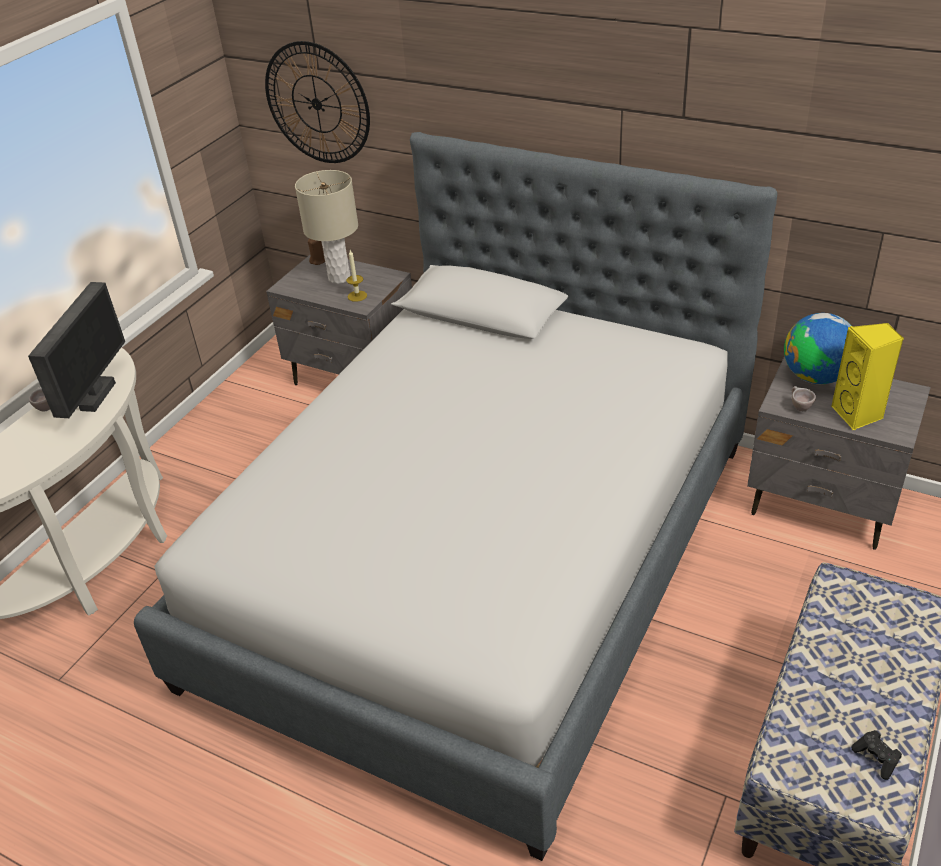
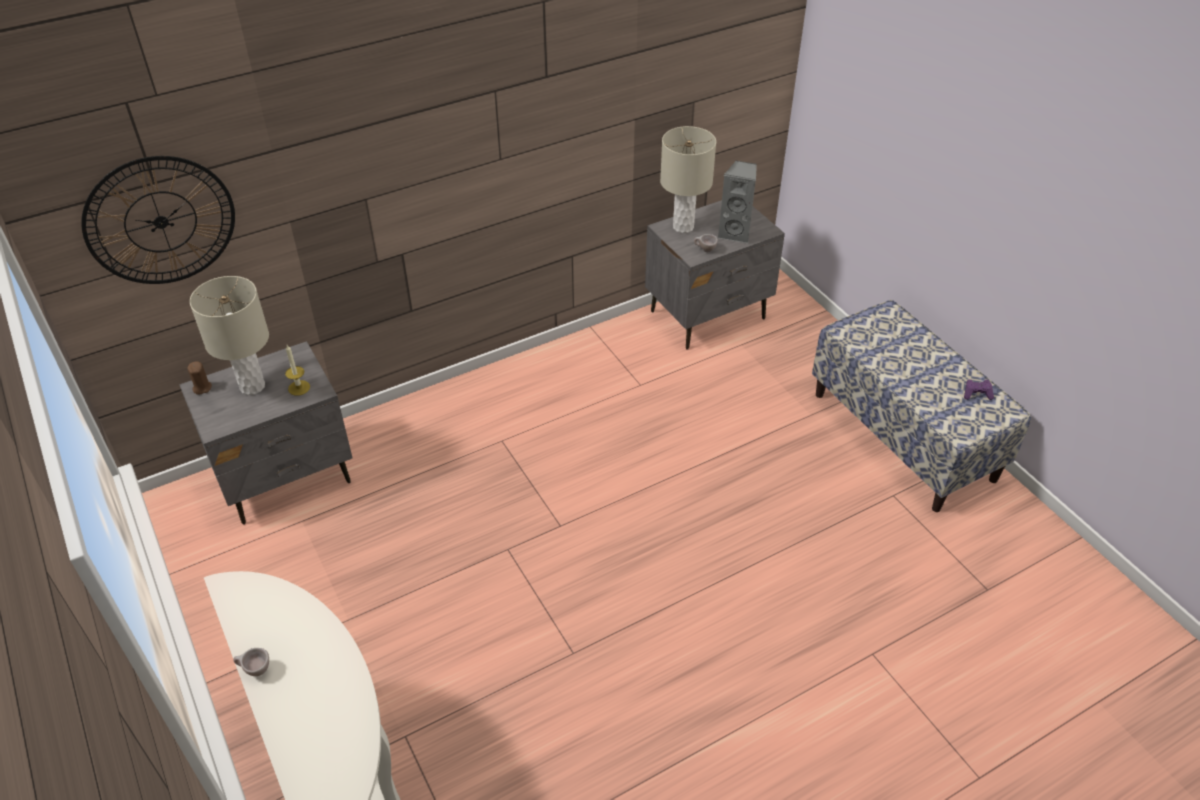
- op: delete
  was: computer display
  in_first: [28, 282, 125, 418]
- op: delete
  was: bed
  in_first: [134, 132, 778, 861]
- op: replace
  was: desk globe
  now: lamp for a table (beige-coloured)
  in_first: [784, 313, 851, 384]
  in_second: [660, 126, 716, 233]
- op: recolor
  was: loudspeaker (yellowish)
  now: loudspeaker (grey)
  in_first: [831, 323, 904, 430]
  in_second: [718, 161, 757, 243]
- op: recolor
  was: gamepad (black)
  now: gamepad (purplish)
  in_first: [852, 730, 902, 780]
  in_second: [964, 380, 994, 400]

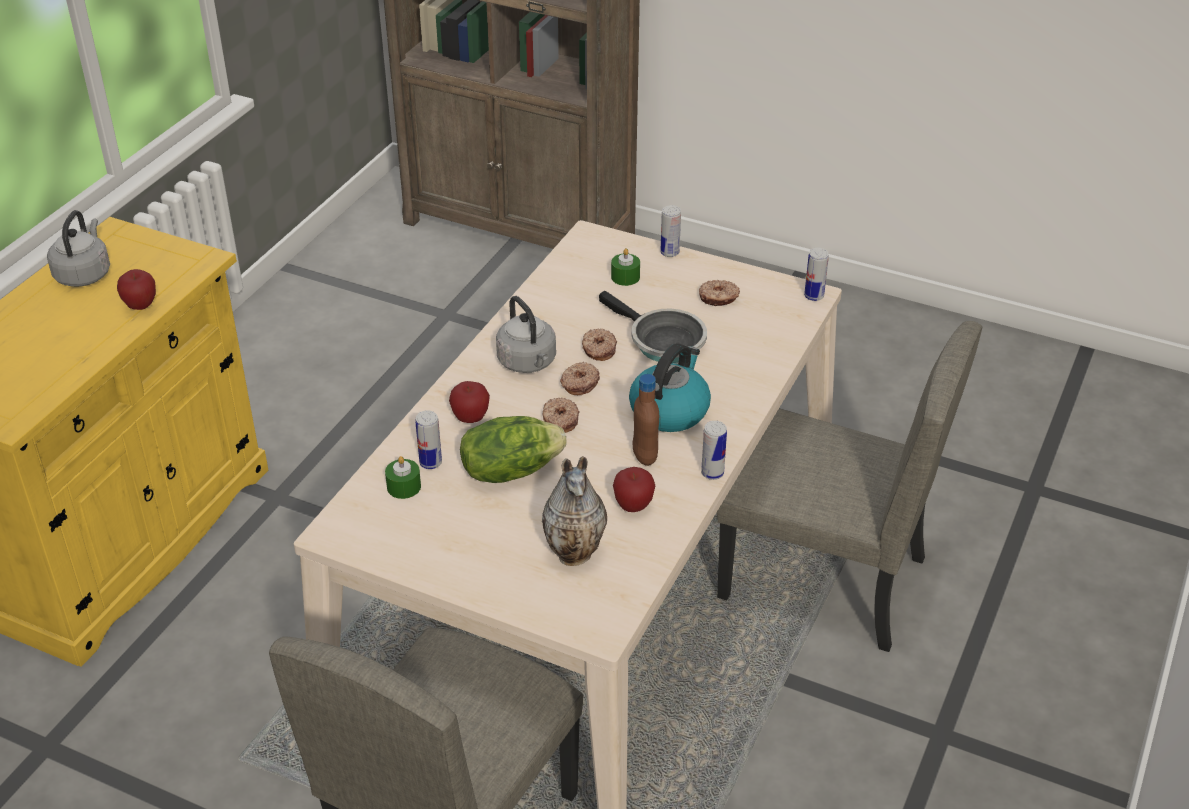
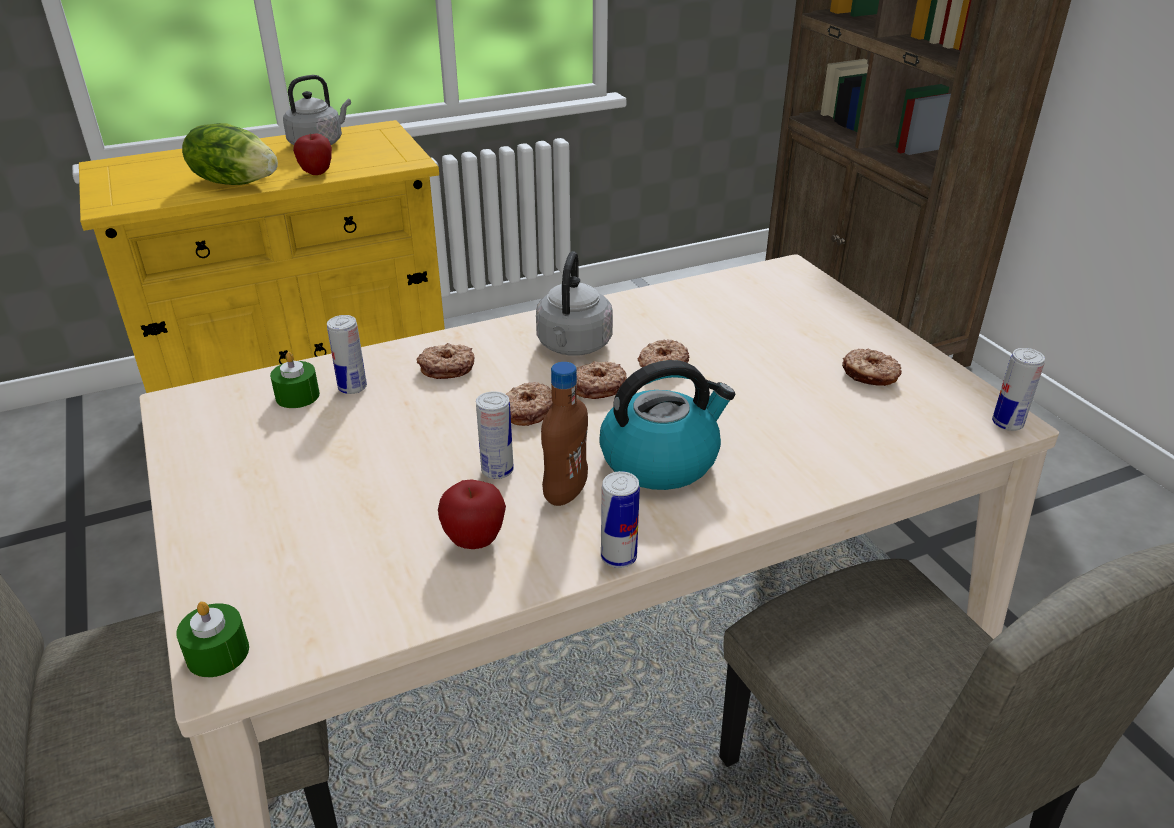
- op: delete
  was: vase
  in_first: [542, 456, 607, 566]
- op: delete
  was: skillet
  in_first: [599, 291, 707, 363]
- op: move
  was: lettuce head
  in_first: [460, 416, 567, 483]
  in_second: [182, 123, 278, 185]
- op: move
  was: wax light (green)
  in_first: [611, 248, 640, 286]
  in_second: [176, 602, 249, 677]
- op: move
  was: can
  in_first: [660, 205, 681, 257]
  in_second: [476, 391, 514, 479]
- op: replace
  was: apple fruit
  now: ring doughnut
  in_first: [449, 381, 490, 423]
  in_second: [416, 343, 474, 379]

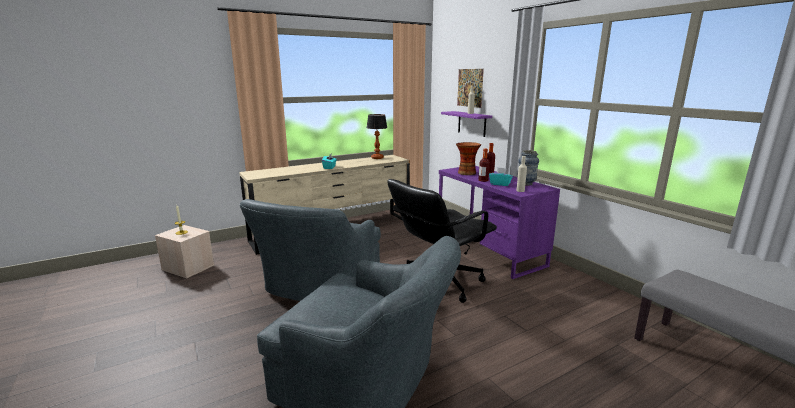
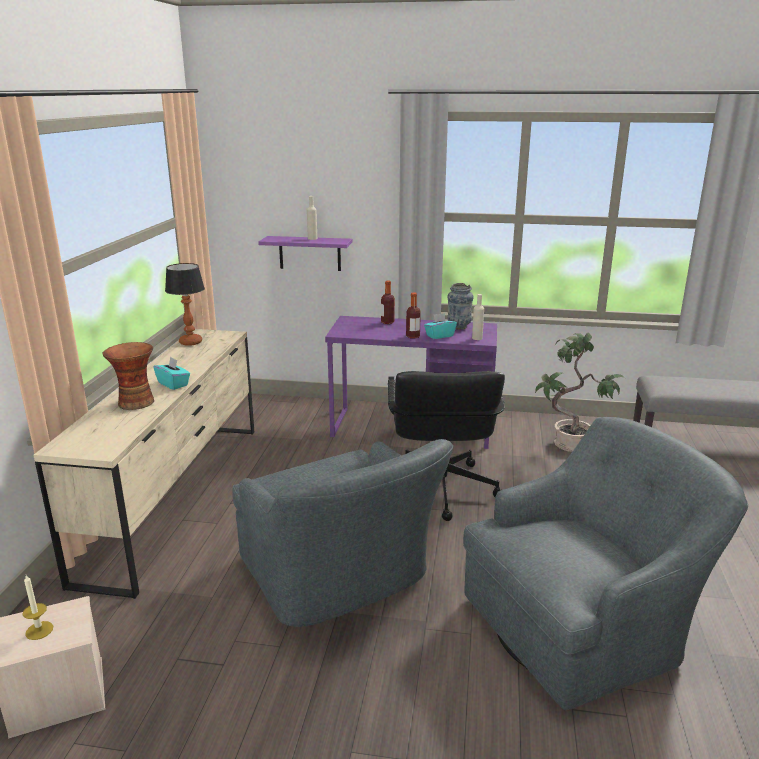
- op: delete
  was: picture
  in_first: [457, 69, 484, 108]
- op: insert
  now: potted plant
  in_second: [535, 332, 625, 452]
- op: move
  was: vase
  in_first: [456, 142, 481, 175]
  in_second: [102, 342, 154, 410]

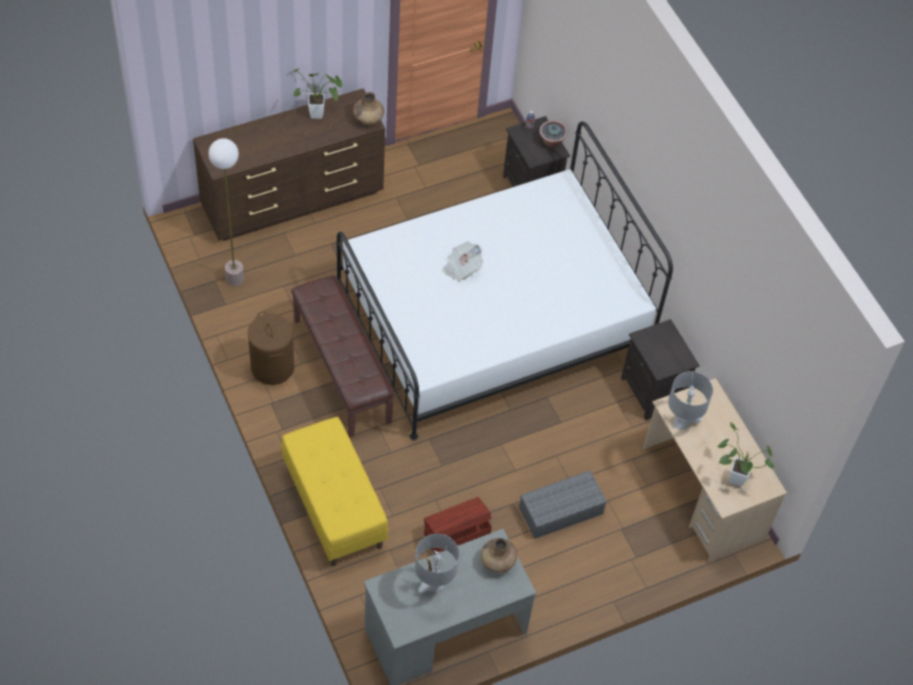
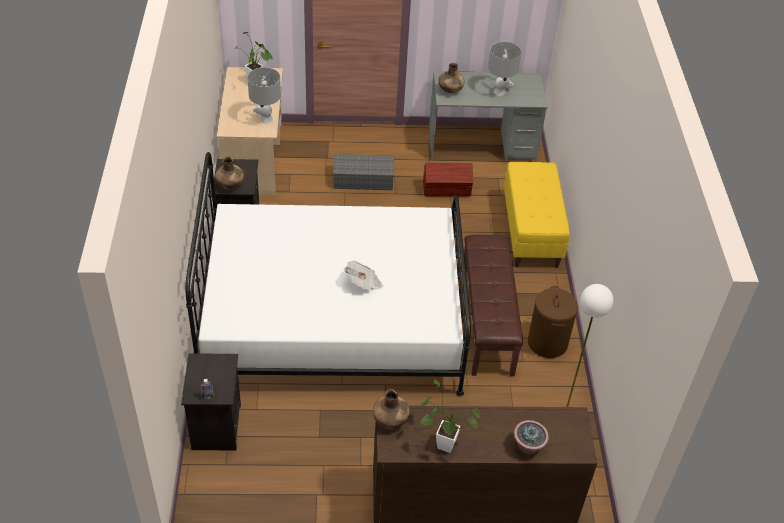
- op: insert
  now: vase (brownish)
  in_second: [215, 156, 244, 189]
- op: move
  was: potted plant
  in_first: [539, 120, 568, 148]
  in_second: [514, 420, 549, 454]

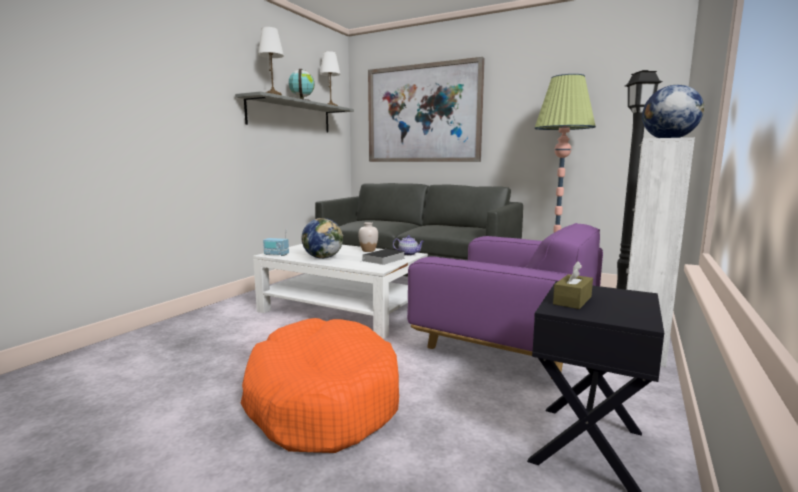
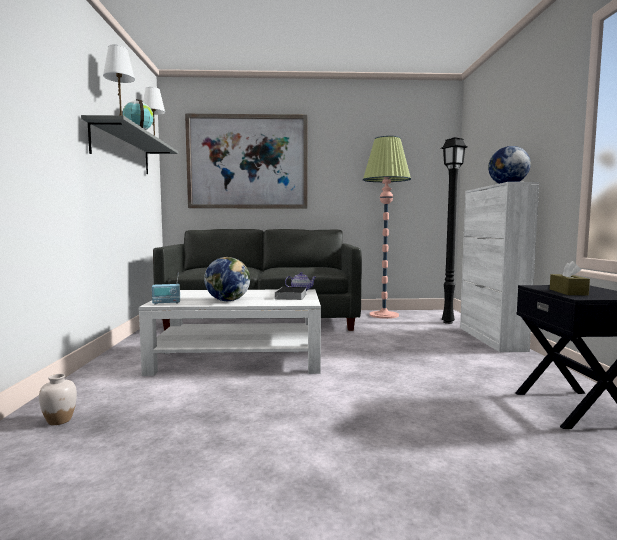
- op: delete
  was: dog cushion (orange)
  in_first: [241, 318, 399, 453]
- op: delete
  was: armchair (purplish)
  in_first: [407, 223, 603, 379]
- op: move
  was: vase (white-coloured)
  in_first: [358, 222, 378, 252]
  in_second: [39, 374, 77, 425]

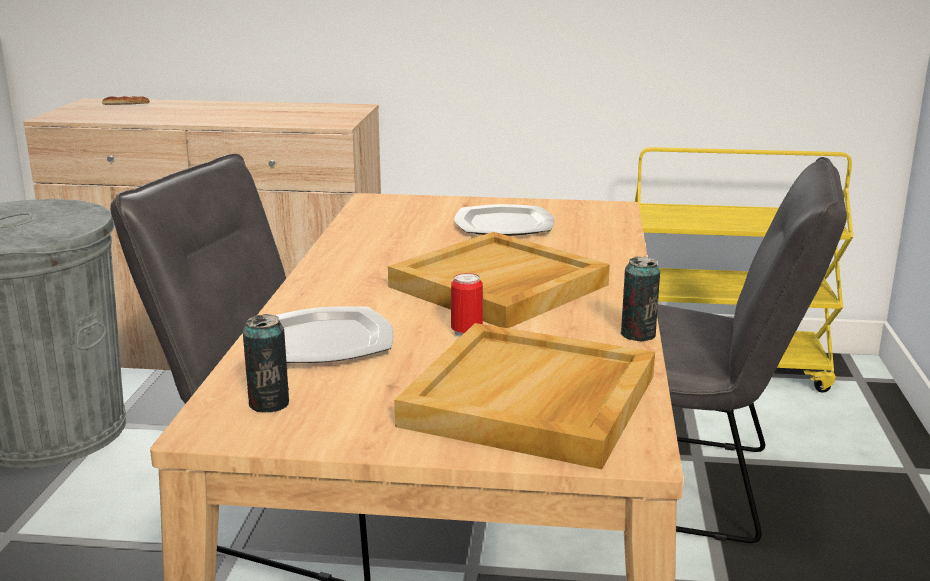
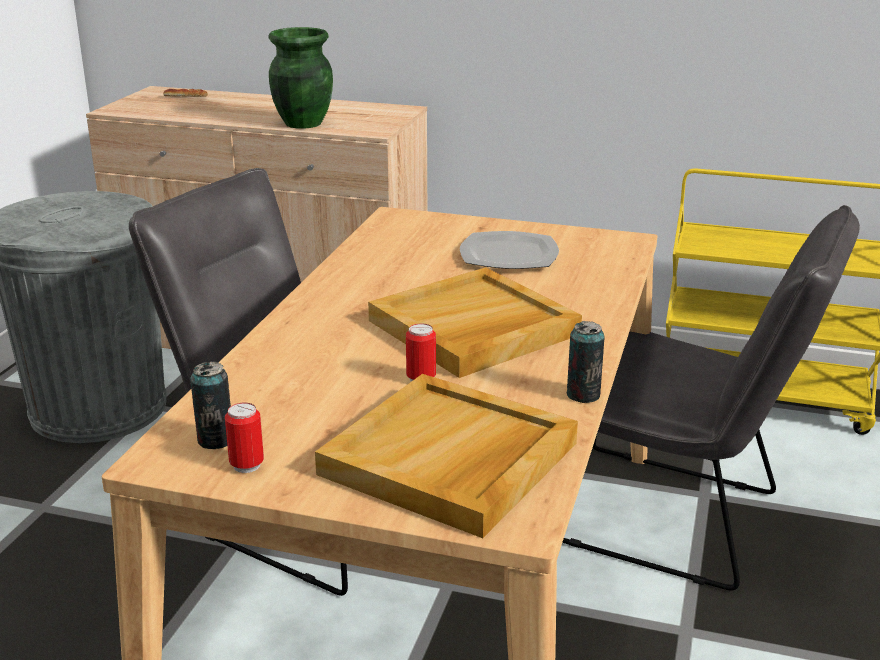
- op: delete
  was: flat dish
  in_first: [275, 307, 394, 363]
- op: insert
  now: can
  in_second: [225, 403, 264, 473]
- op: insert
  now: vase (green)
  in_second: [268, 27, 333, 129]

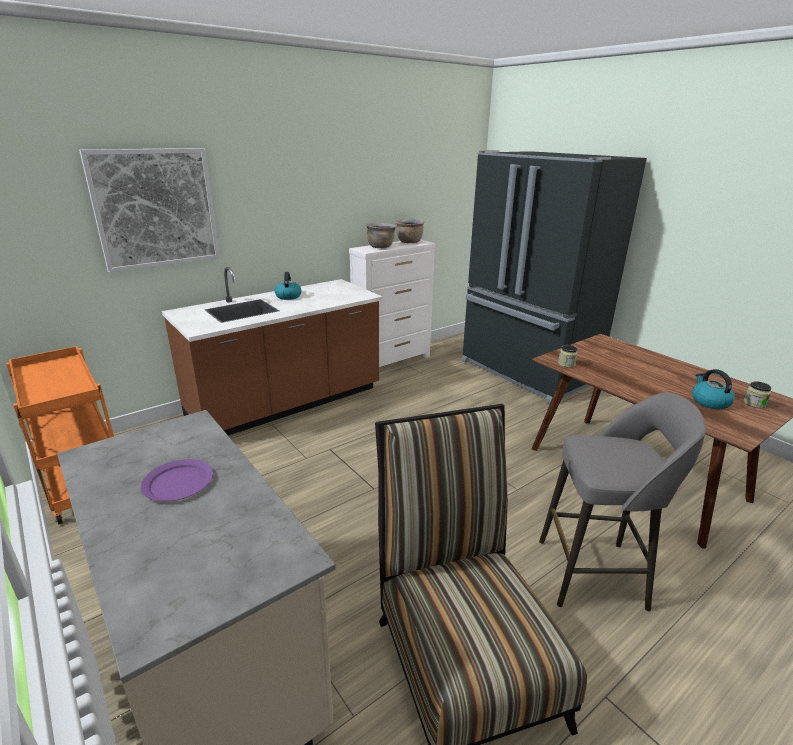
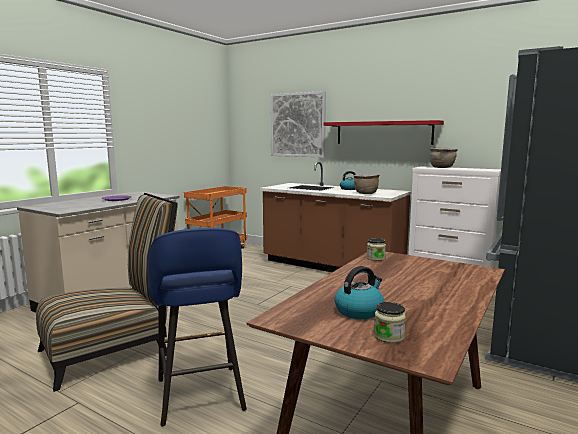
- op: insert
  now: bracket shelf (reddish)
  in_second: [323, 120, 444, 145]
- op: move
  was: cooking pot (brownish)
  in_first: [396, 219, 424, 243]
  in_second: [353, 174, 380, 194]
- op: recolor
  was: sitting stool (grey)
  now: sitting stool (blue)
  in_first: [539, 392, 706, 611]
  in_second: [148, 228, 247, 427]

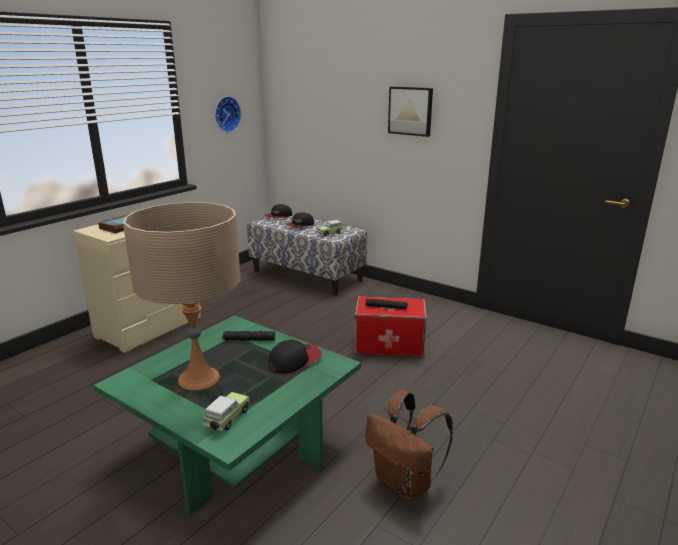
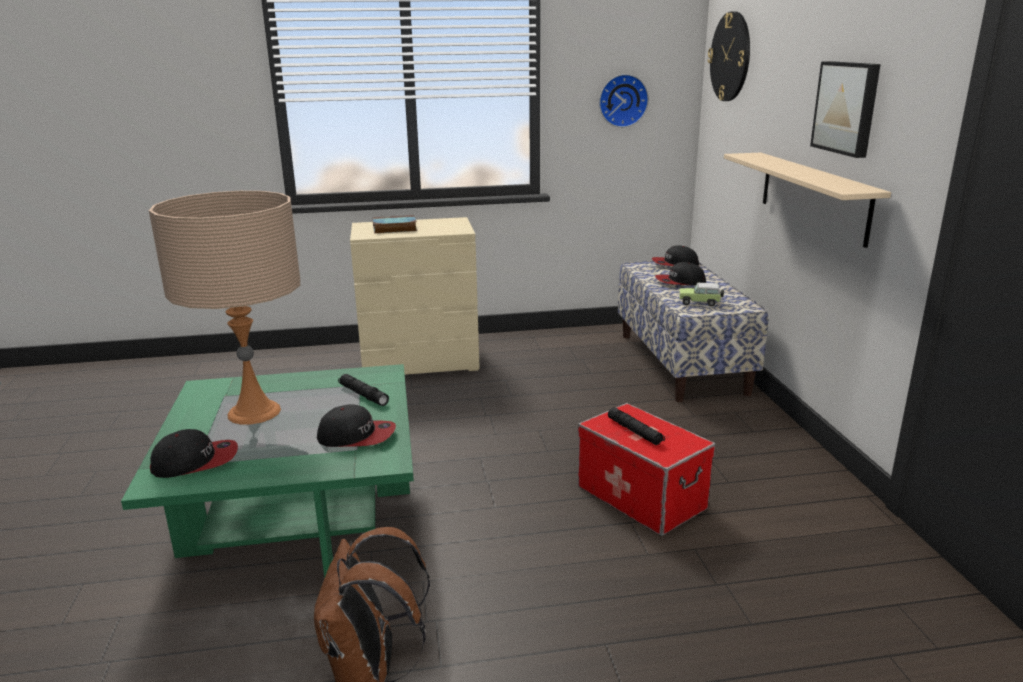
- op: insert
  now: hanging clock
  in_second: [708, 11, 750, 101]
- op: insert
  now: bracket shelf (beige-coloured)
  in_second: [724, 153, 891, 248]
- op: replace
  was: model car
  now: cap
  in_first: [203, 392, 250, 431]
  in_second: [150, 429, 238, 478]

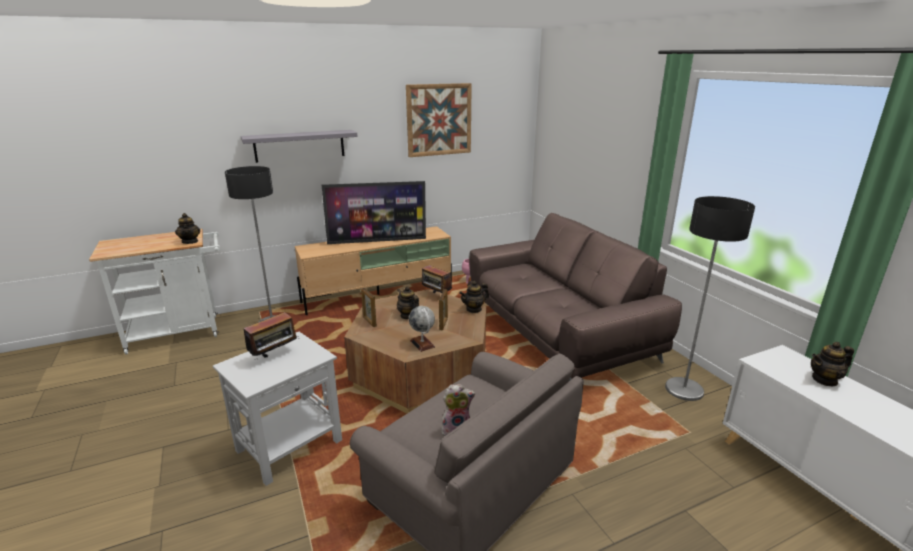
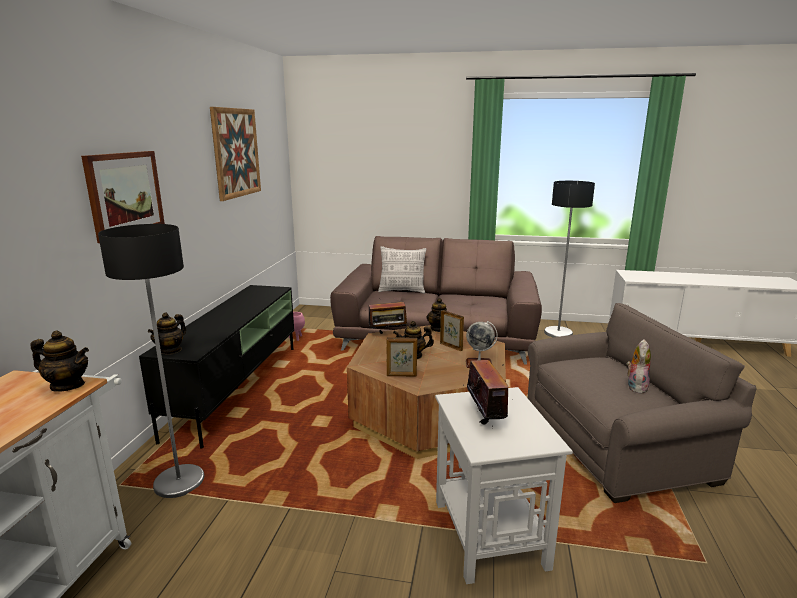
- op: delete
  was: TV
  in_first: [322, 181, 426, 244]
- op: insert
  now: pillow
  in_second: [378, 246, 426, 294]
- op: move
  was: tea pot
  in_first: [811, 342, 854, 387]
  in_second: [148, 312, 186, 355]
- op: replace
  was: bracket shelf (grey)
  now: picture
  in_first: [241, 130, 358, 163]
  in_second: [81, 151, 165, 243]
- op: recolor
  was: tv unit (beige-coloured)
  now: tv unit (black)
  in_first: [295, 226, 452, 315]
  in_second: [139, 285, 294, 448]

